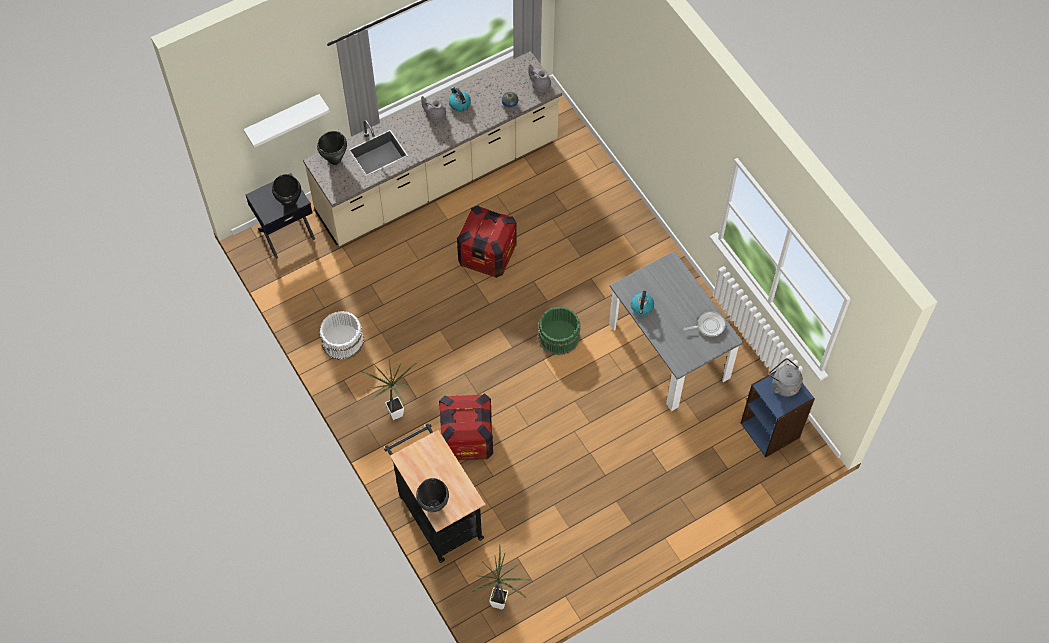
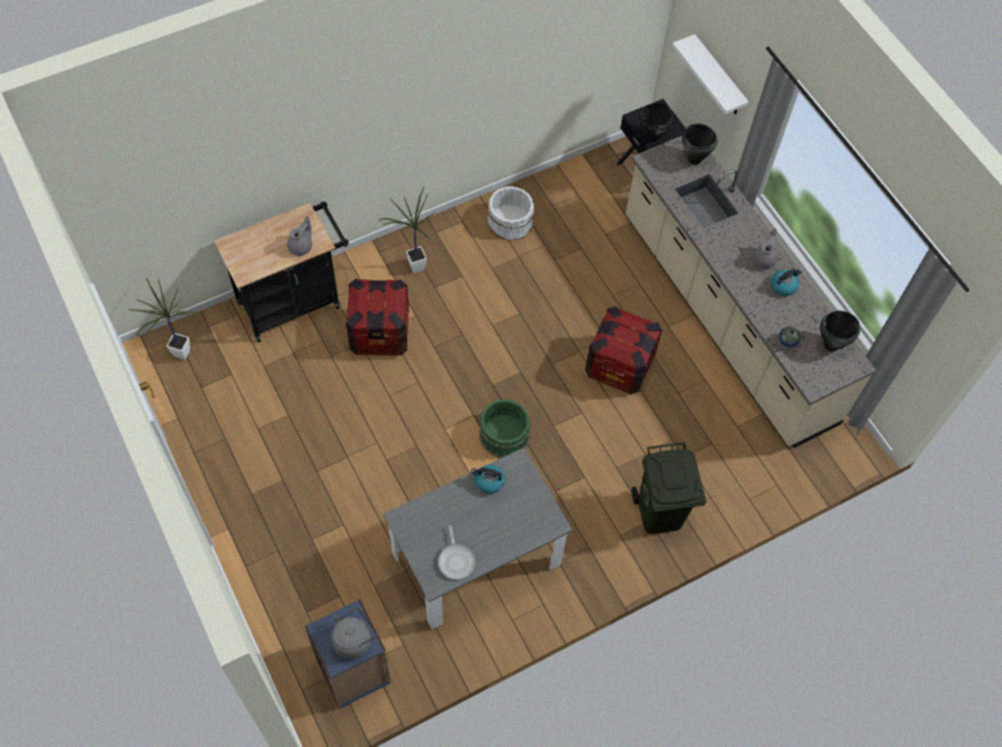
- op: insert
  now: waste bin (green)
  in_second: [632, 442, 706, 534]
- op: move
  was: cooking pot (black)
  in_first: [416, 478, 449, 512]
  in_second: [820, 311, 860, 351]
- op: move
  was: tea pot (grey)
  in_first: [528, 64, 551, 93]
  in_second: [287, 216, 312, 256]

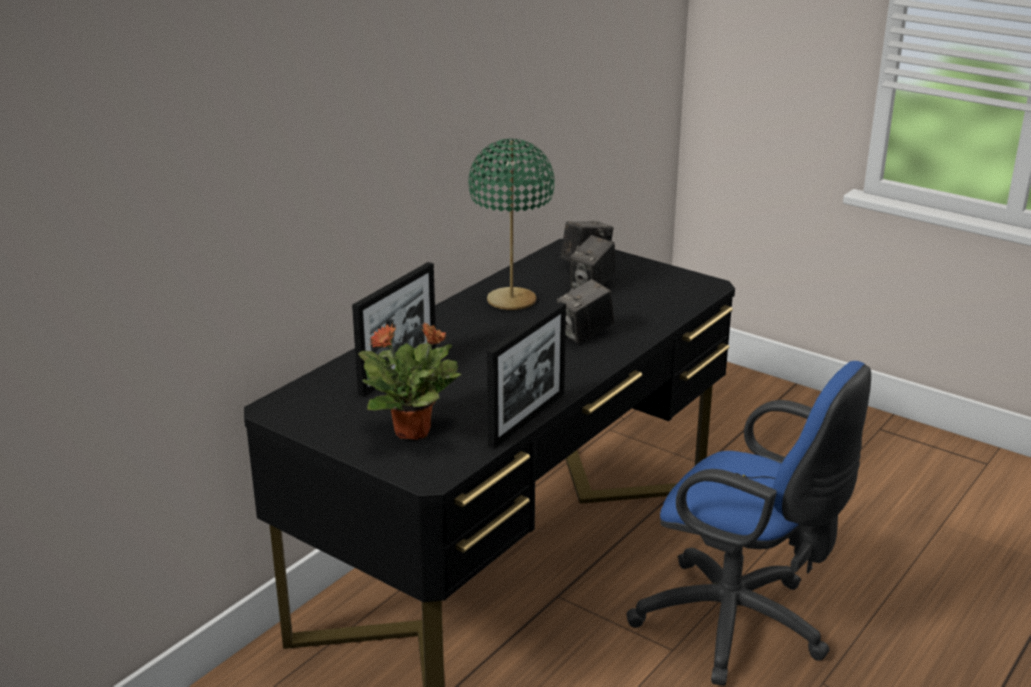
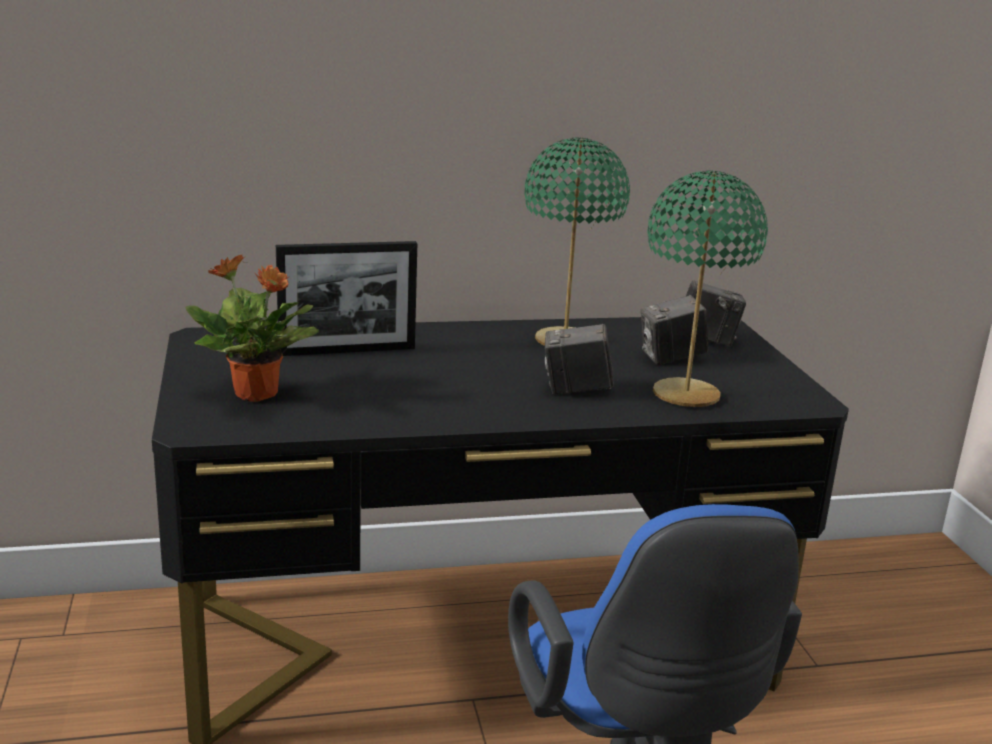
- op: delete
  was: photo frame
  in_first: [487, 302, 566, 449]
- op: insert
  now: lamp for a table (green)
  in_second: [648, 171, 768, 407]

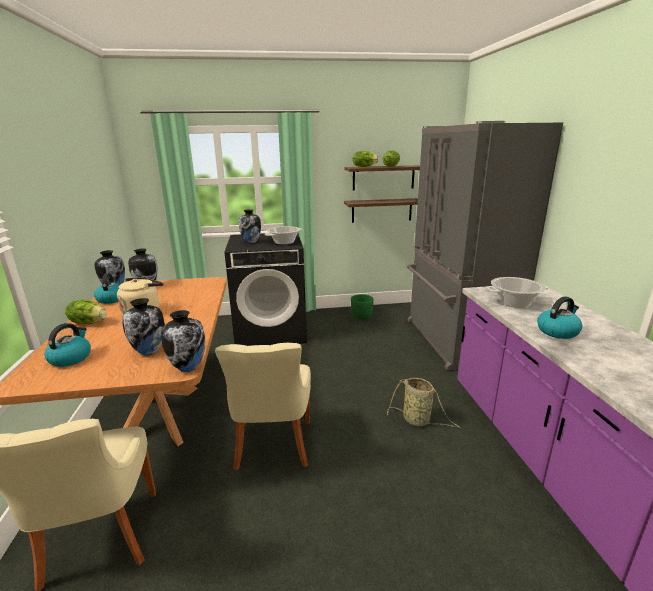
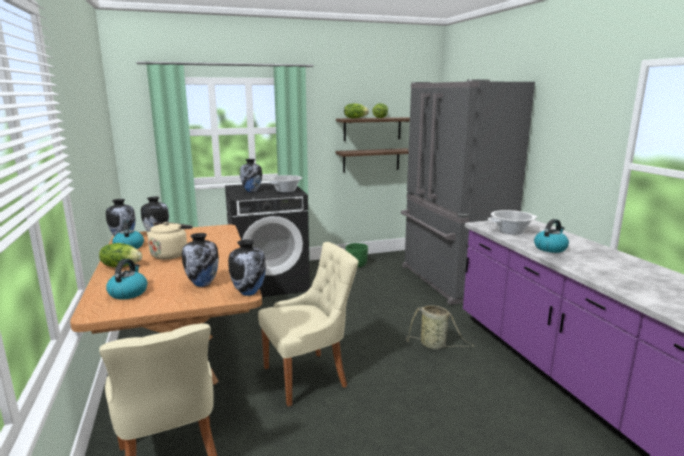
- op: rotate
  was: chair (beige-coloured)
  in_first: [215, 343, 311, 470]
  in_second: [258, 242, 358, 407]
  clockwise: -105

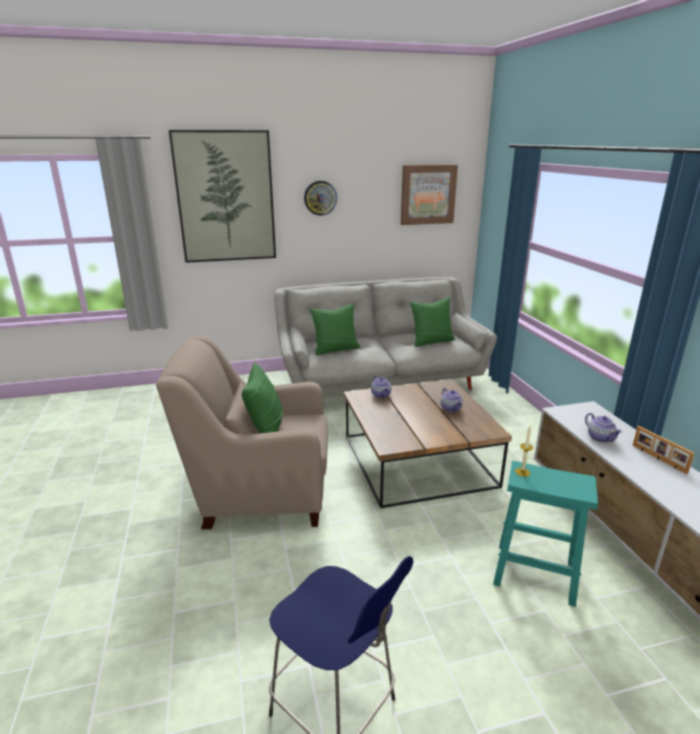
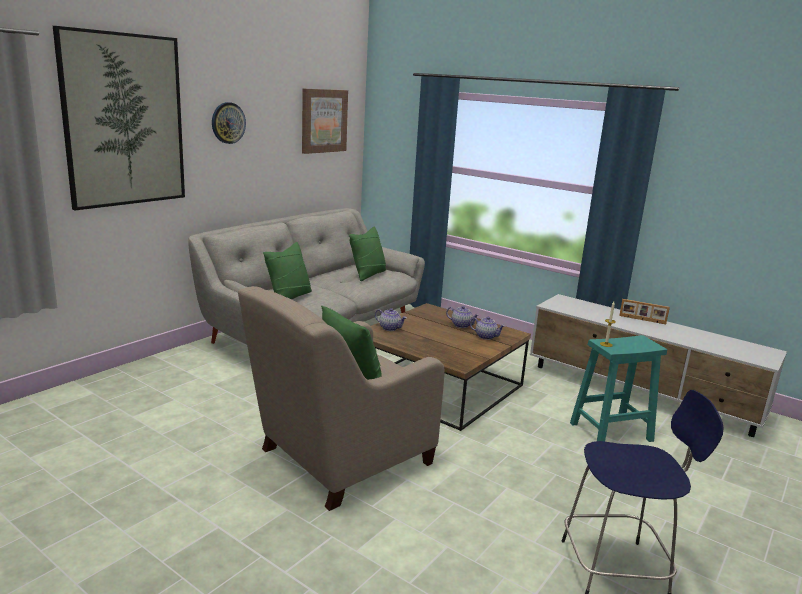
- op: move
  was: tea pot
  in_first: [585, 413, 622, 442]
  in_second: [470, 317, 505, 340]

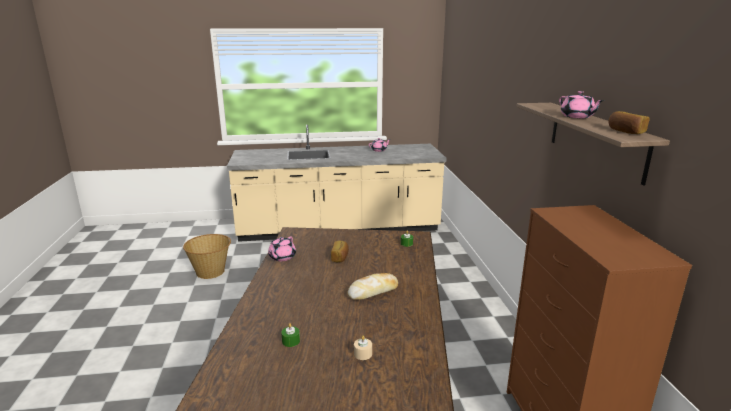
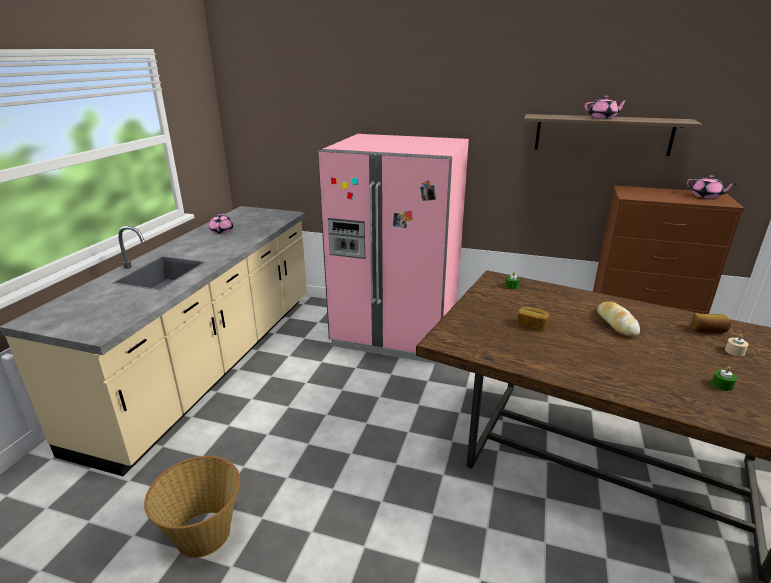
- op: insert
  now: fridge (pink)
  in_second: [317, 134, 469, 364]
- op: move
  was: tea pot (pink)
  in_first: [268, 236, 296, 261]
  in_second: [687, 175, 736, 199]
- op: move
  was: baked bread
  in_first: [609, 111, 650, 134]
  in_second: [691, 313, 731, 333]

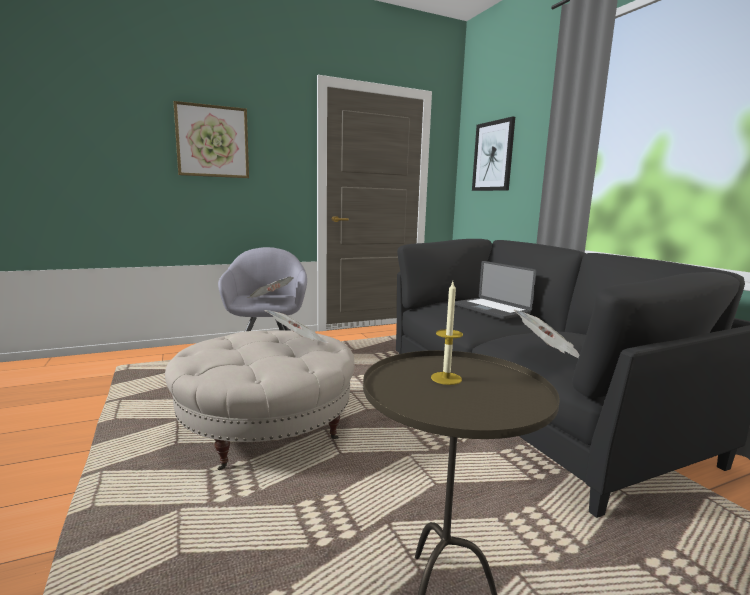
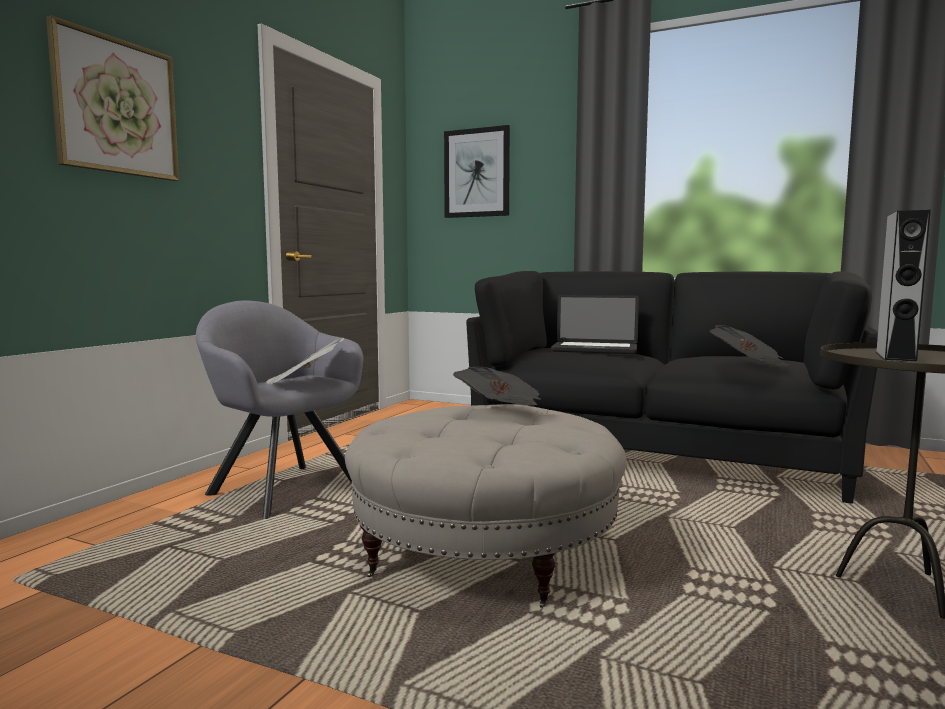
- op: replace
  was: wax light
  now: loudspeaker (grey)
  in_first: [431, 282, 463, 385]
  in_second: [876, 210, 931, 362]

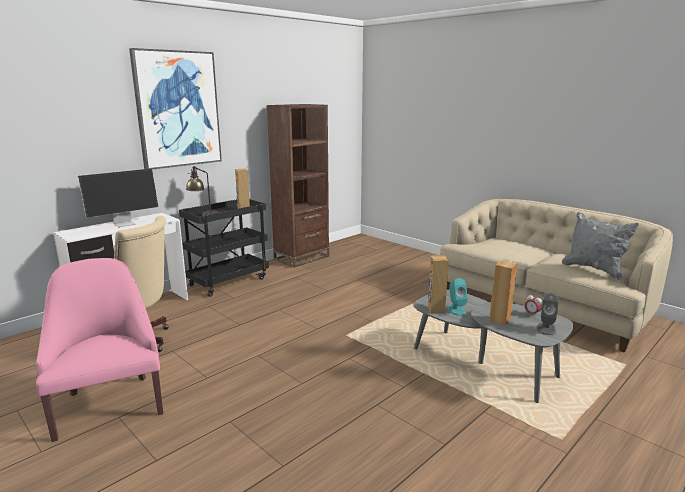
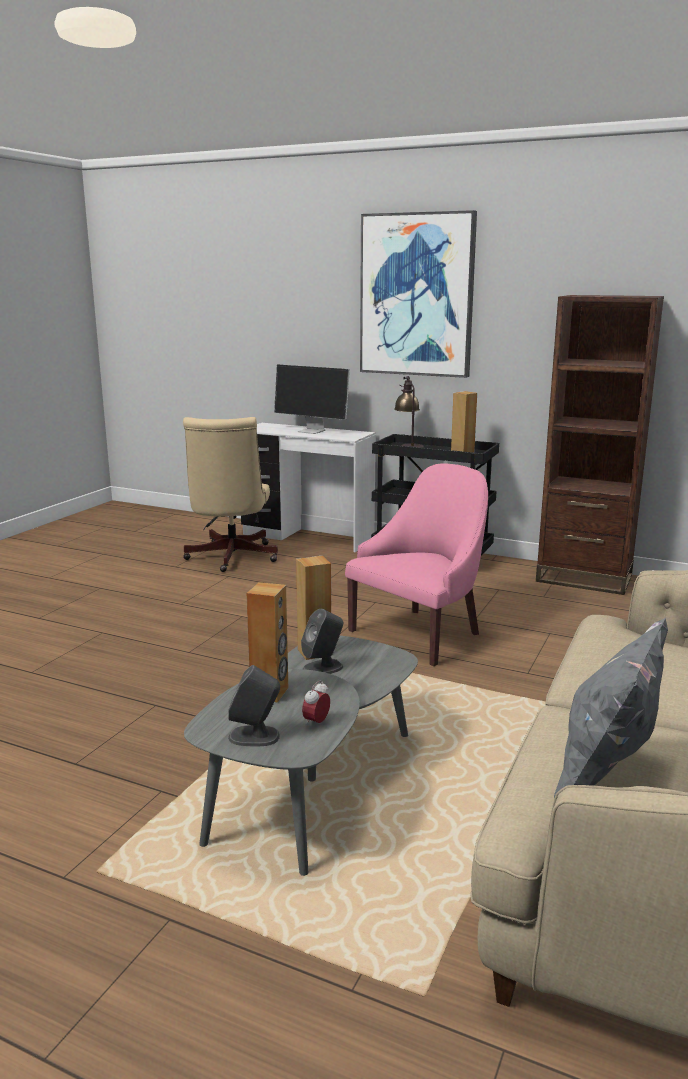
- op: move
  was: armchair (pink)
  in_first: [36, 258, 163, 442]
  in_second: [345, 463, 488, 666]
- op: recolor
  was: loudspeaker (turquoise-coloured)
  now: loudspeaker (grey)
  in_first: [447, 278, 468, 316]
  in_second: [301, 609, 343, 674]

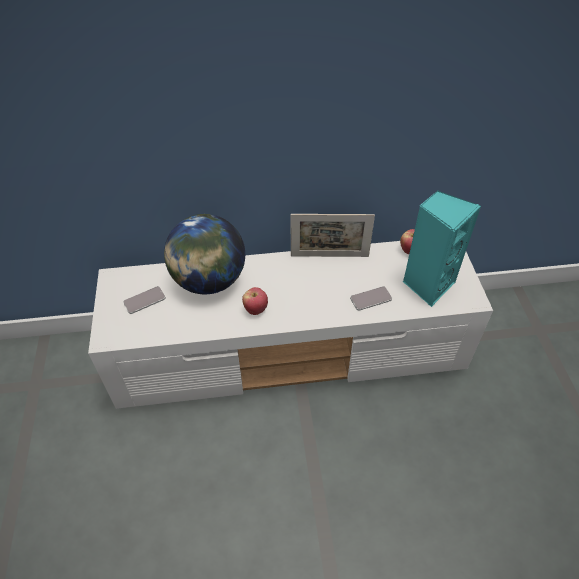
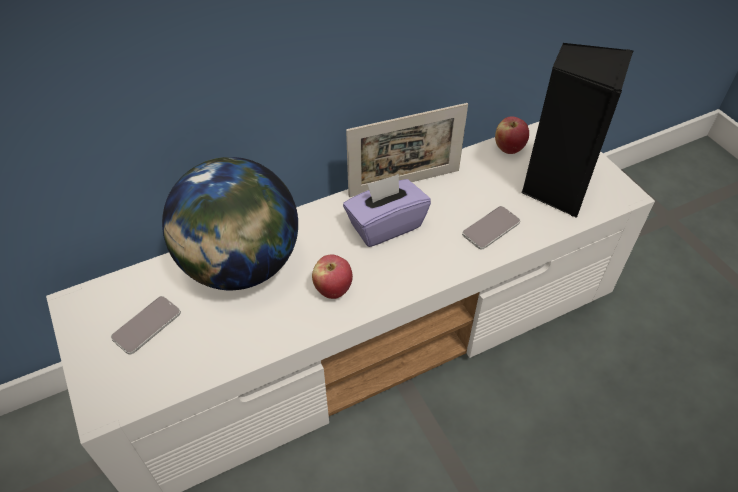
- op: insert
  now: box of tissues (purplish)
  in_second: [343, 174, 431, 247]
- op: recolor
  was: loudspeaker (turquoise-coloured)
  now: loudspeaker (black)
  in_first: [402, 190, 481, 307]
  in_second: [521, 43, 633, 218]

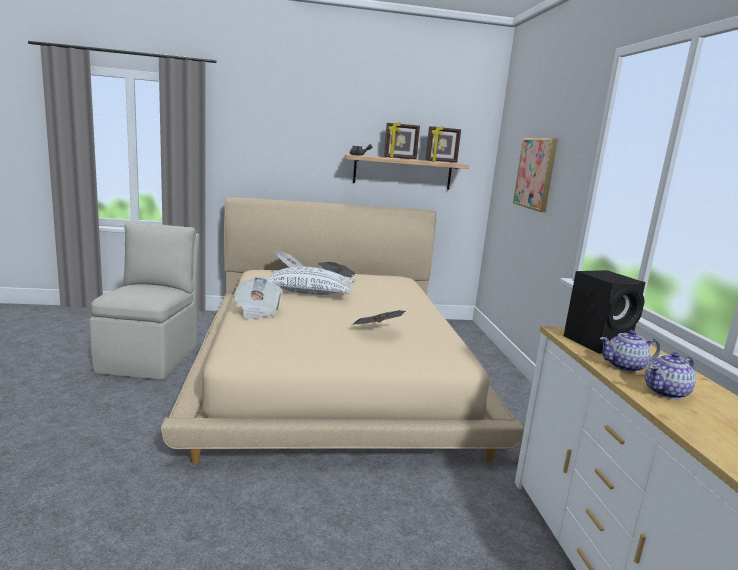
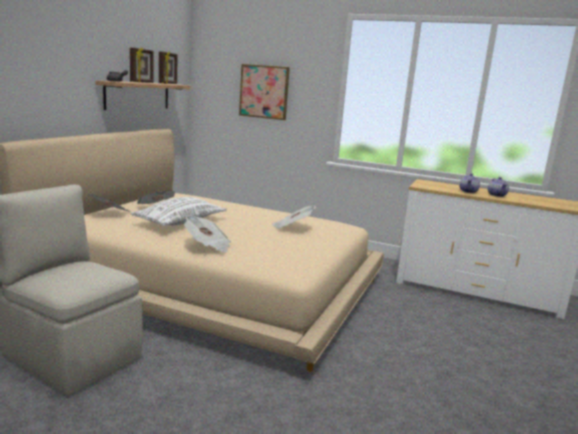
- op: delete
  was: loudspeaker (black)
  in_first: [564, 270, 646, 354]

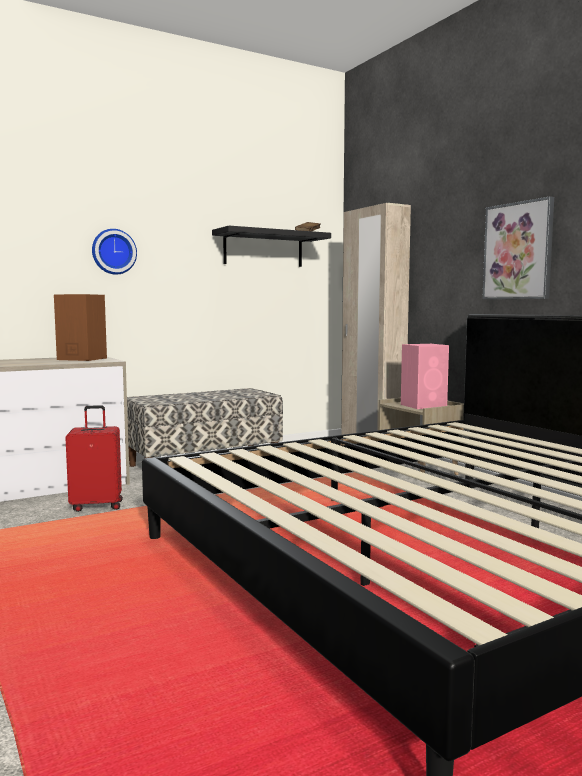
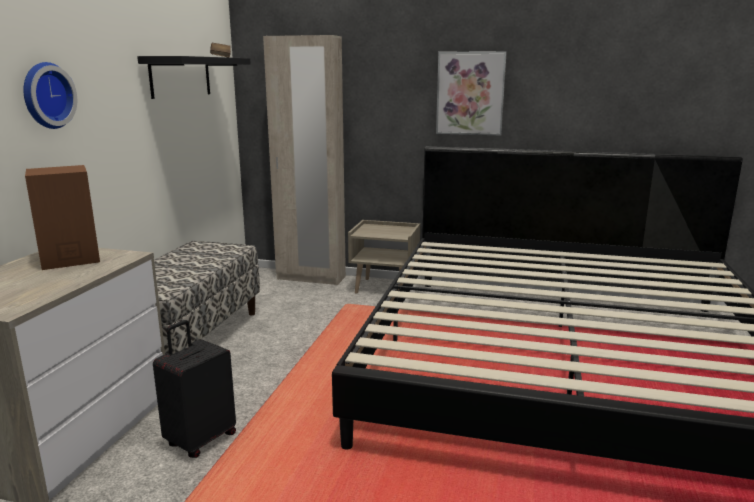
- op: delete
  was: loudspeaker (pink)
  in_first: [401, 344, 449, 409]
- op: recolor
  was: travel case (reddish)
  now: travel case (black)
  in_first: [66, 405, 123, 512]
  in_second: [153, 320, 236, 458]

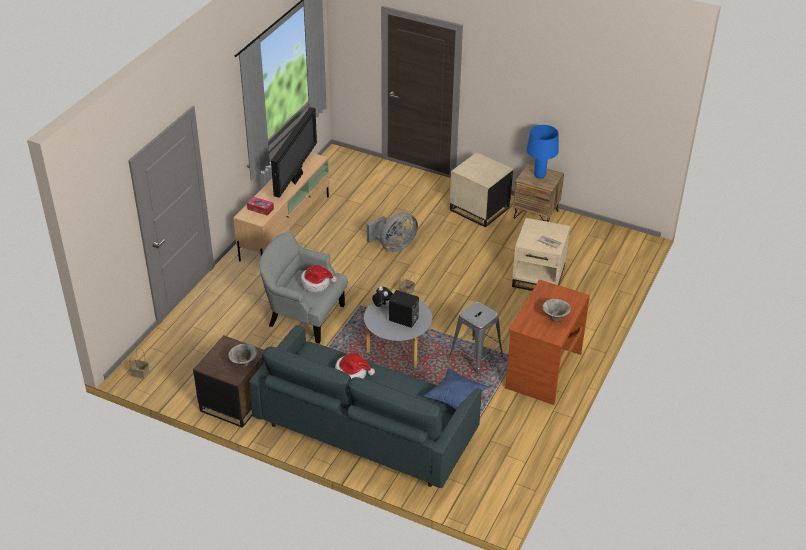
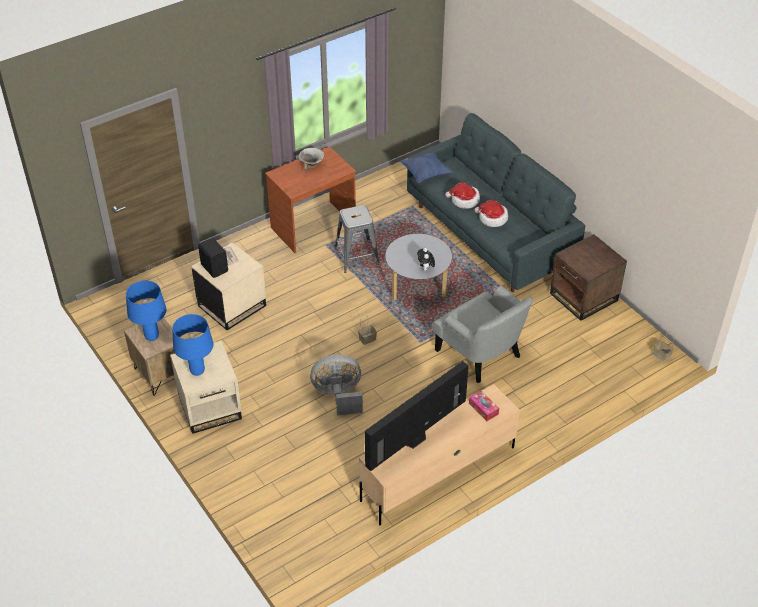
- op: delete
  was: bowl
  in_first: [228, 344, 257, 367]
- op: insert
  now: lamp for a table (blue)
  in_second: [172, 314, 213, 376]
- op: move
  was: wearable hat
  in_first: [300, 265, 337, 292]
  in_second: [445, 183, 480, 209]
- op: move
  was: loudspeaker (black)
  in_first: [389, 290, 419, 328]
  in_second: [198, 238, 228, 278]

